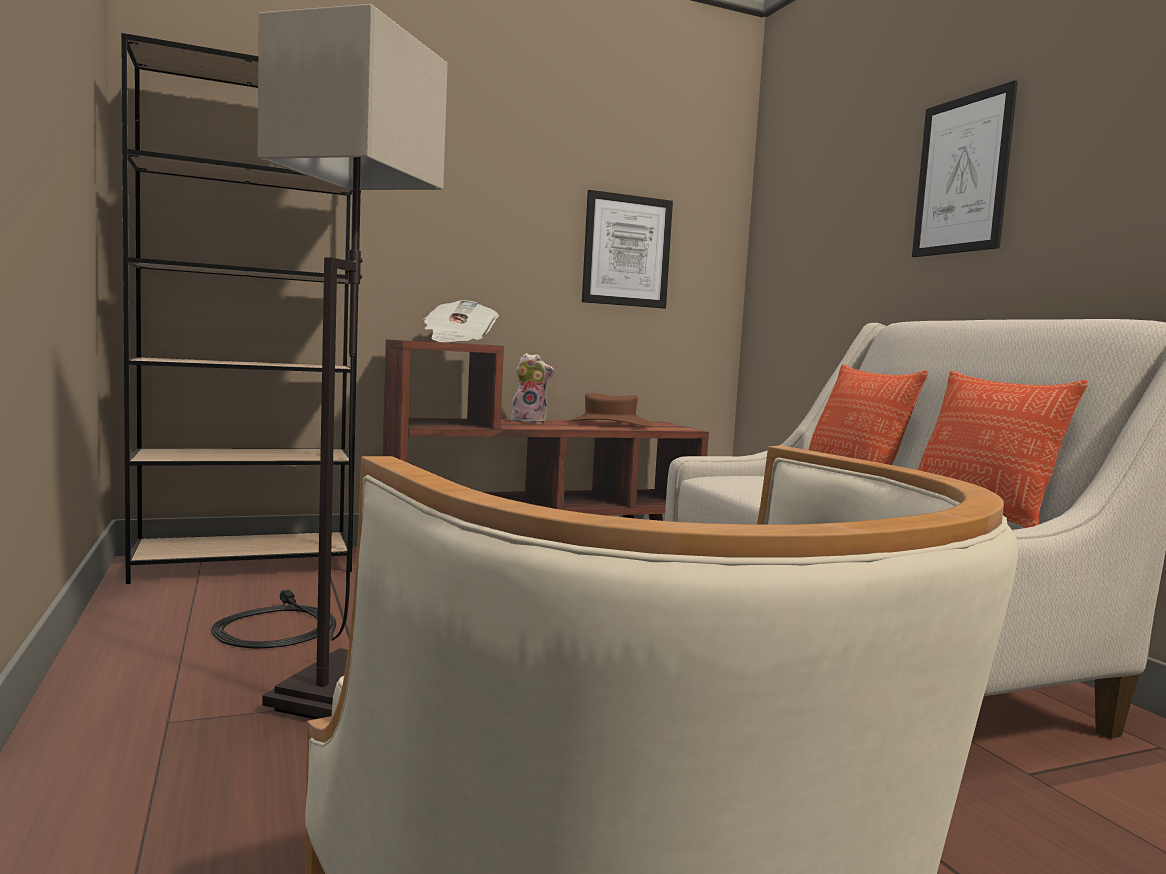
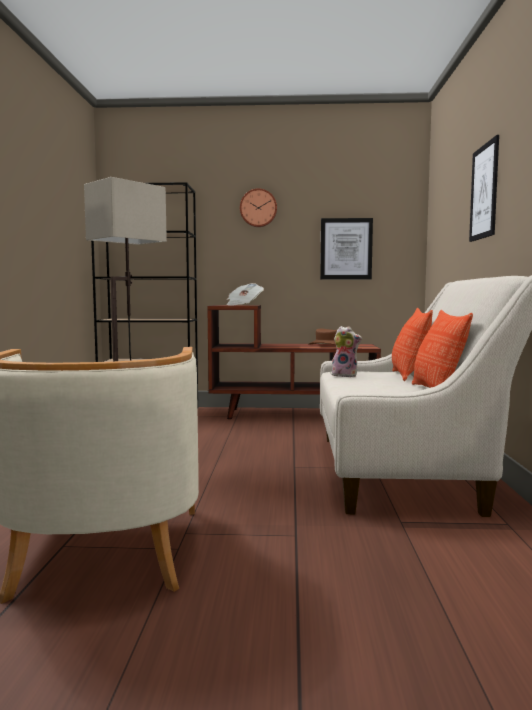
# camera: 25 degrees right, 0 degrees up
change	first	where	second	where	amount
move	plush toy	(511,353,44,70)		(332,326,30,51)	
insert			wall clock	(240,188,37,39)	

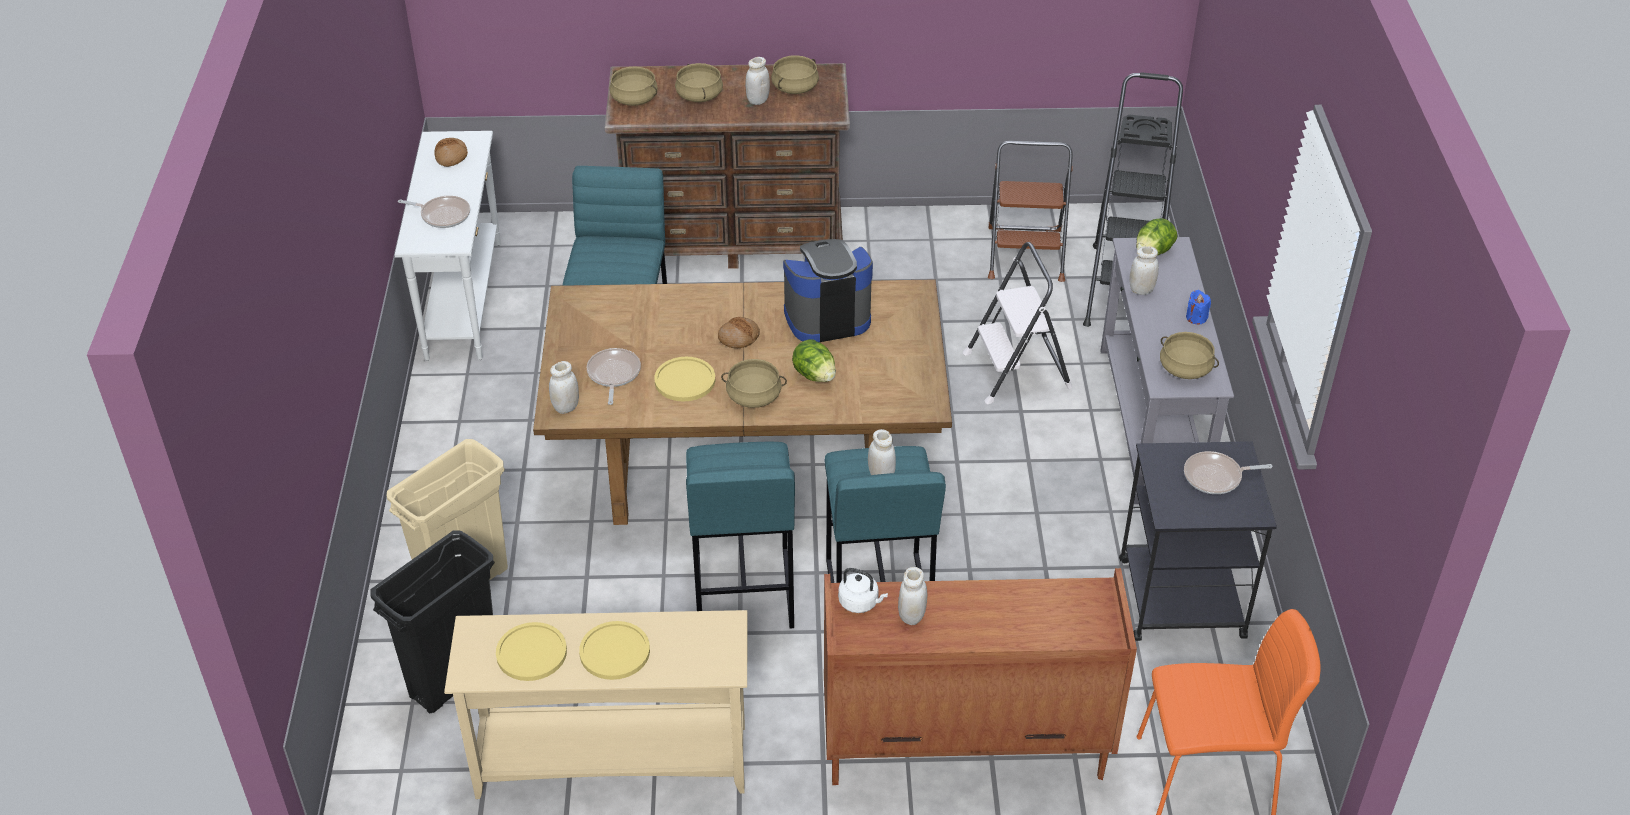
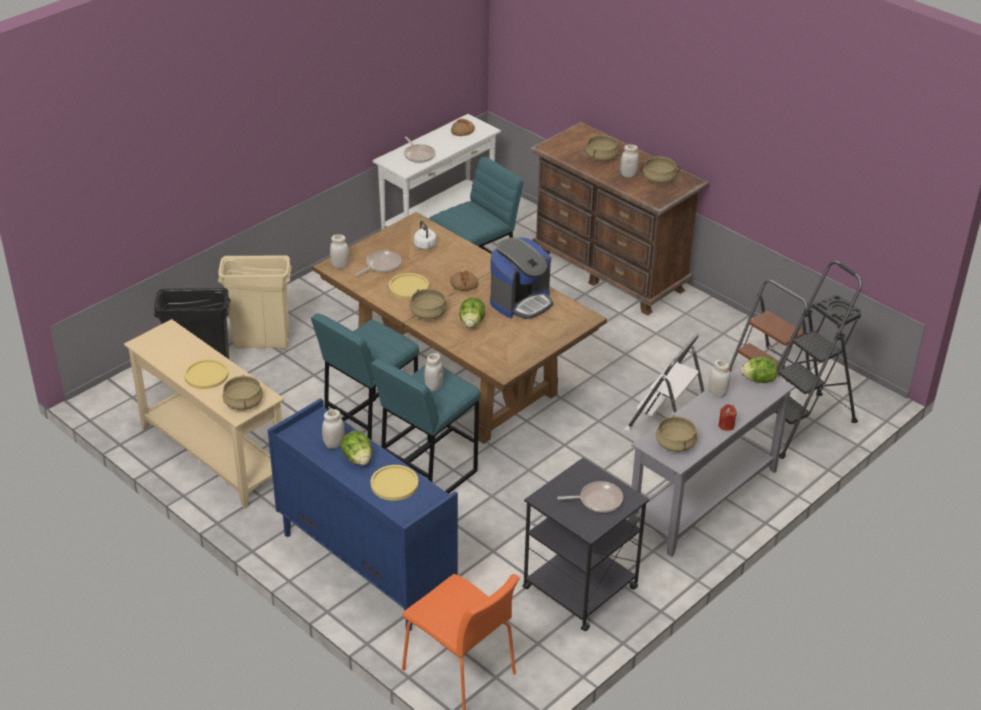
# camera: 45 degrees right, 5 degrees down
change	first	where	second	where	amount
move	beige cooking pot	(610,66,48,40)		(222,375,41,35)	
rotate	coffee machine	(783,239,90,103)		(490,237,63,82)	105 degrees clockwise
recolor	blue candle	(1186,290,25,35)	red candle	(719,404,18,27)	
rotate	frying pan	(1184,451,88,43)		(557,481,66,32)	135 degrees clockwise
recolor	brown cabinet	(824,568,313,217)	blue cabinet	(268,398,190,233)	
move	white kettle	(838,568,50,45)		(414,220,22,29)	
move	yellow plate	(496,622,71,59)		(371,465,48,36)	
insert			lettuce	(341,431,31,34)	

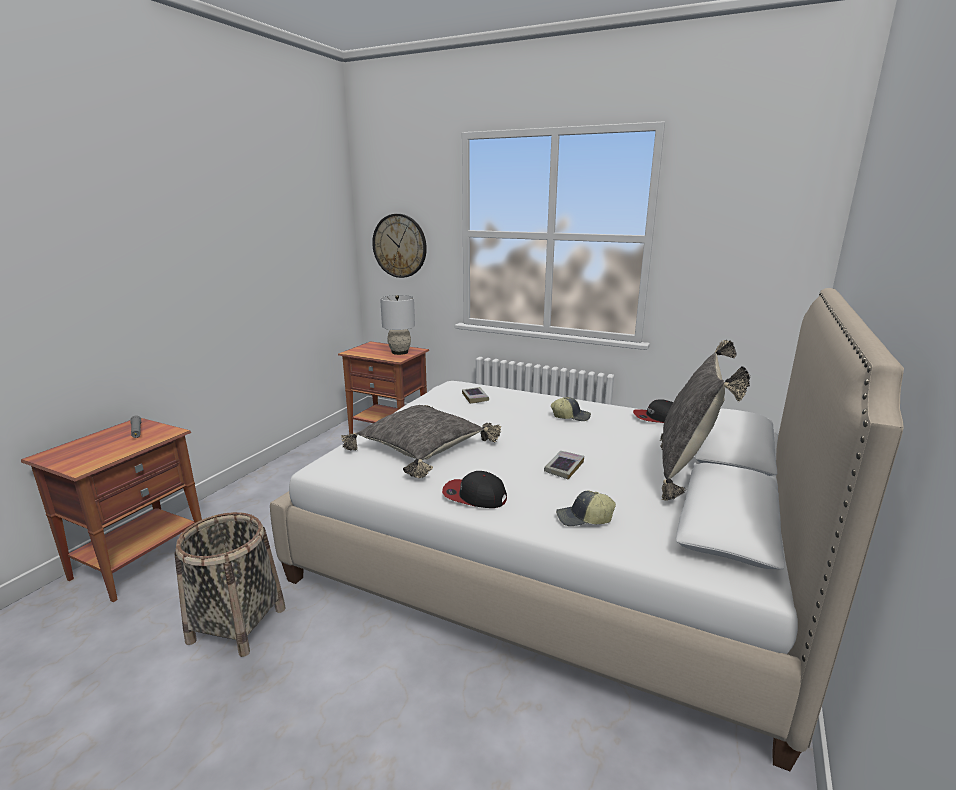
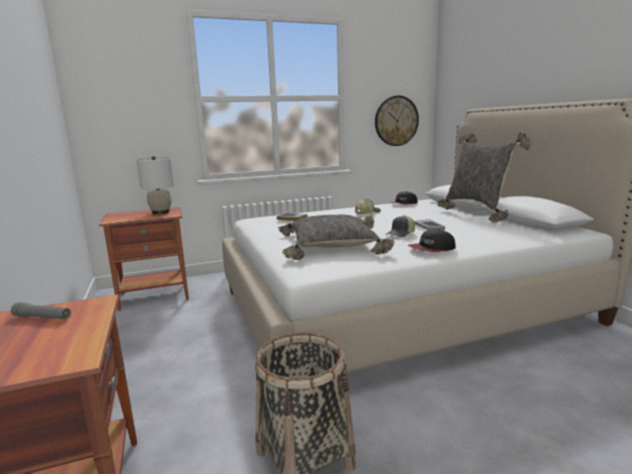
# camera: 45 degrees left, 5 degrees down
change	first	where	second	where	amount
move	wall clock	(372,214,55,64)		(375,95,44,51)	
move	cap	(556,490,60,36)		(385,215,30,22)	

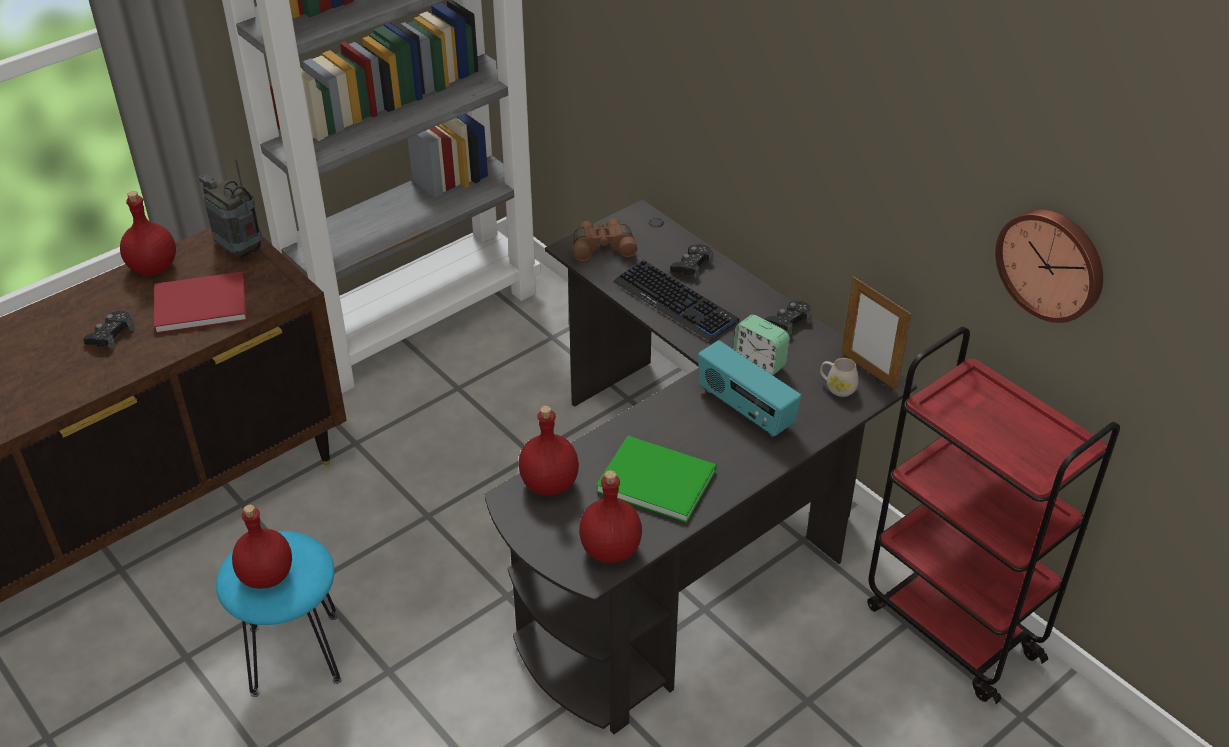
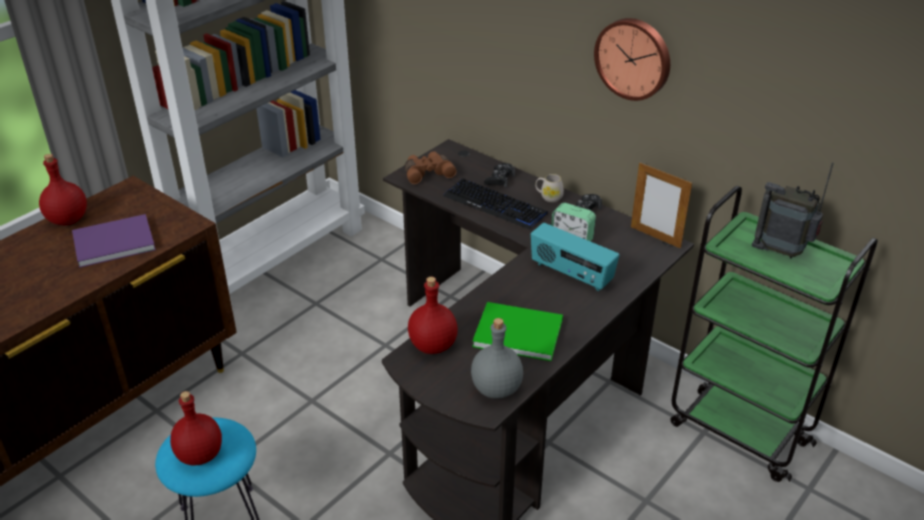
# camera: 10 degrees left, 5 degrees down
change	first	where	second	where	amount
move	radio	(199,160,63,98)		(752,162,81,96)	
move	wall clock	(995,209,108,114)		(594,18,76,83)	
recolor	red book	(154,272,93,62)	purple book	(72,214,84,54)	
delete	black game controller	(83,310,52,40)			
recolor	red cart	(867,327,253,377)	green cart	(670,186,208,296)	
move	white mug	(820,358,39,39)		(535,174,29,28)	
recolor	red bottle	(579,470,63,93)	grey bottle	(471,318,52,81)	

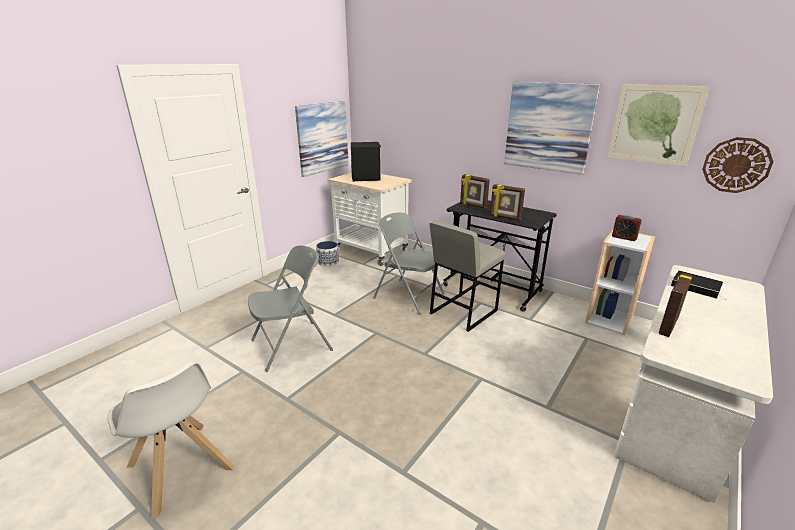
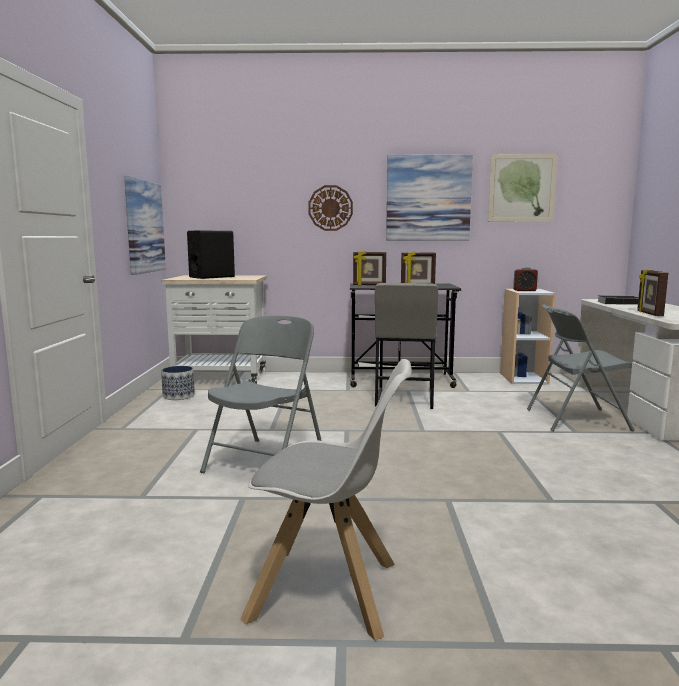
# camera: 35 degrees left, 15 degrees down
change	first	where	second	where	amount
move	wall clock	(702,137,71,56)		(308,185,45,46)	
move	grey chair	(373,213,72,102)		(527,304,107,128)	

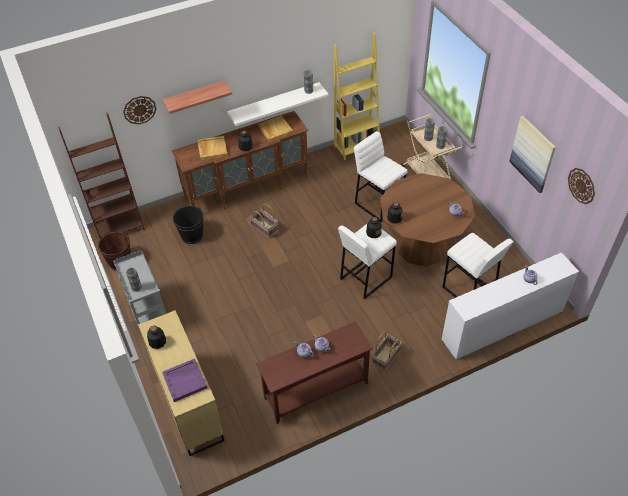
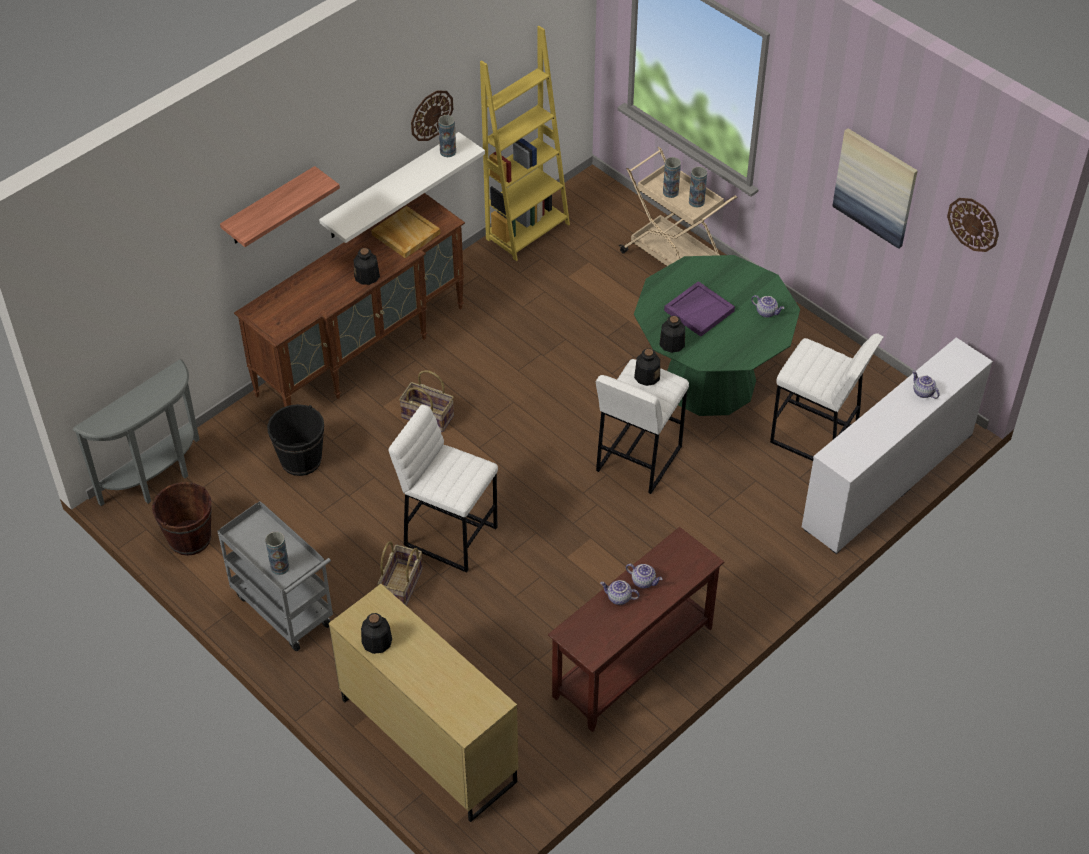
# camera: 20 degrees left, 0 degrees up
change	first	where	second	where	amount
move	wall clock	(123,96,33,28)		(411,91,42,50)	
replace	brown bookcase	(58,113,87,126)	grey console table	(73,359,127,147)	
move	white stool	(354,131,53,91)		(389,404,109,169)	
delete	beige tray	(197,136,31,24)			
recolor	brown dining table	(380,173,95,93)	green dining table	(634,255,166,161)	
move	basket	(372,332,30,40)		(377,541,46,65)	
move	purple tray	(162,359,45,43)		(664,281,71,56)	

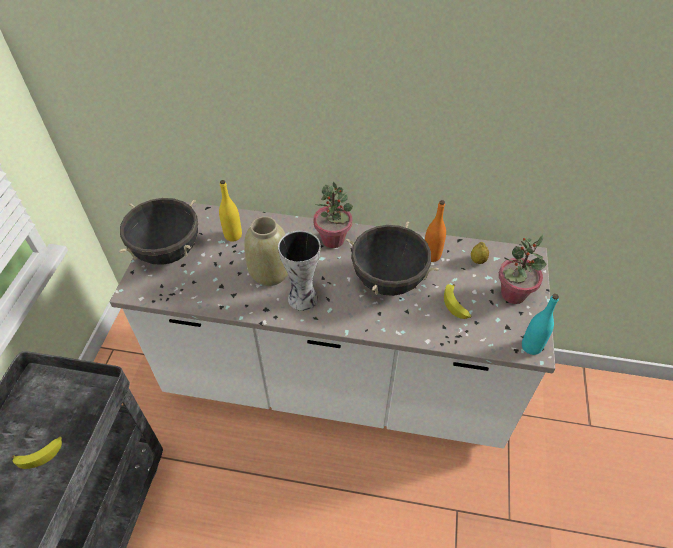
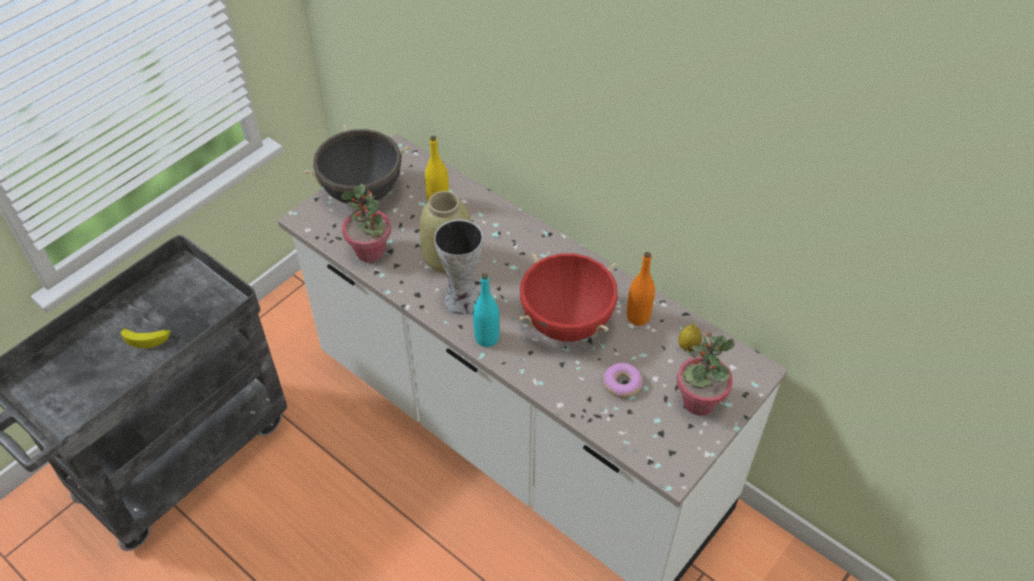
# camera: 30 degrees right, 0 degrees up
change	first	where	second	where	amount
move	potted plant	(314,182,39,66)		(341,184,50,79)	
recolor	black cooking pot	(346,222,93,74)	red cooking pot	(519,253,99,88)	
replace	banana	(444,284,27,35)	donut	(603,363,39,35)	
move	turquoise bottle	(522,294,37,61)		(473,273,26,74)	

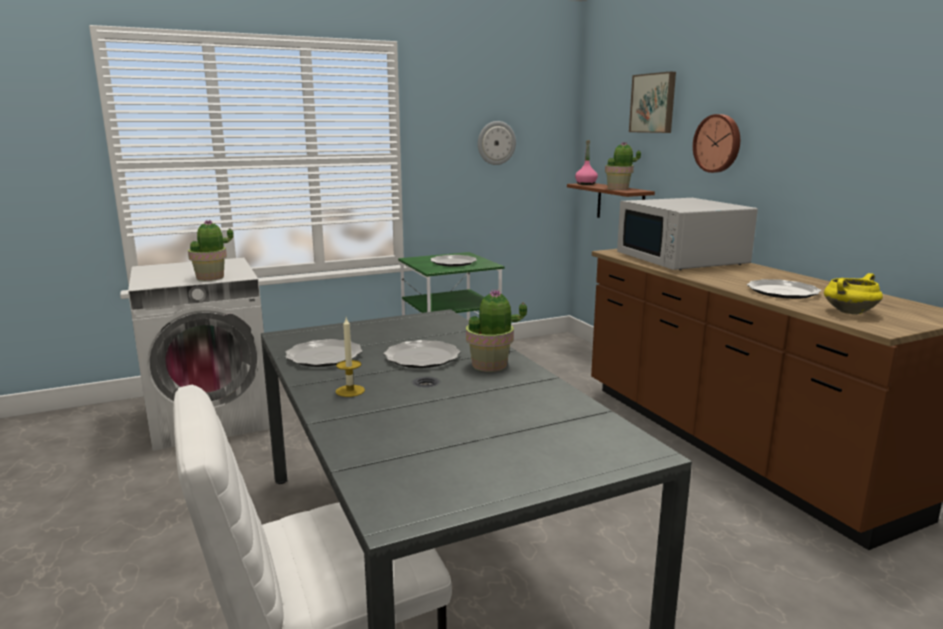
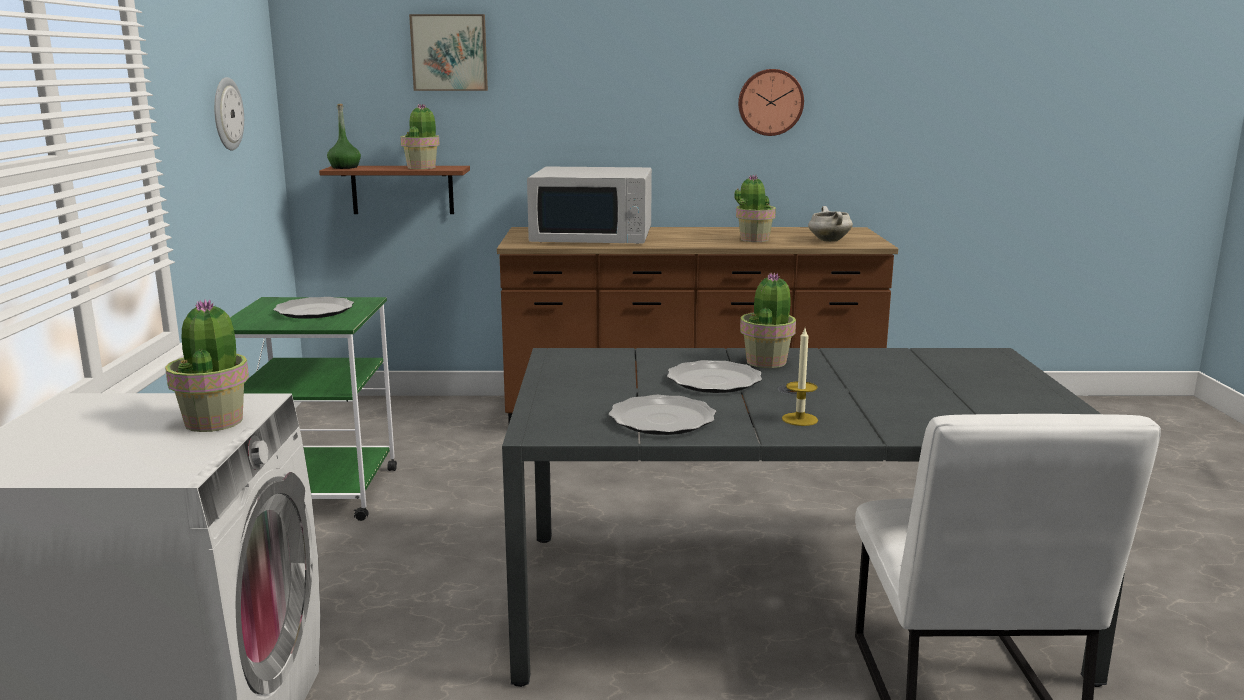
# camera: 65 degrees left, 0 degrees up
change	first	where	second	where	amount
move	wall clock	(693,114,47,59)		(738,69,66,67)	
recolor	pink bottle	(575,140,23,45)	green bottle	(327,104,34,65)	
recolor	yellow cooking pot	(824,273,59,42)	white cooking pot	(808,206,45,36)	
replace	plate	(746,279,75,20)	potted plant	(734,175,42,67)	

